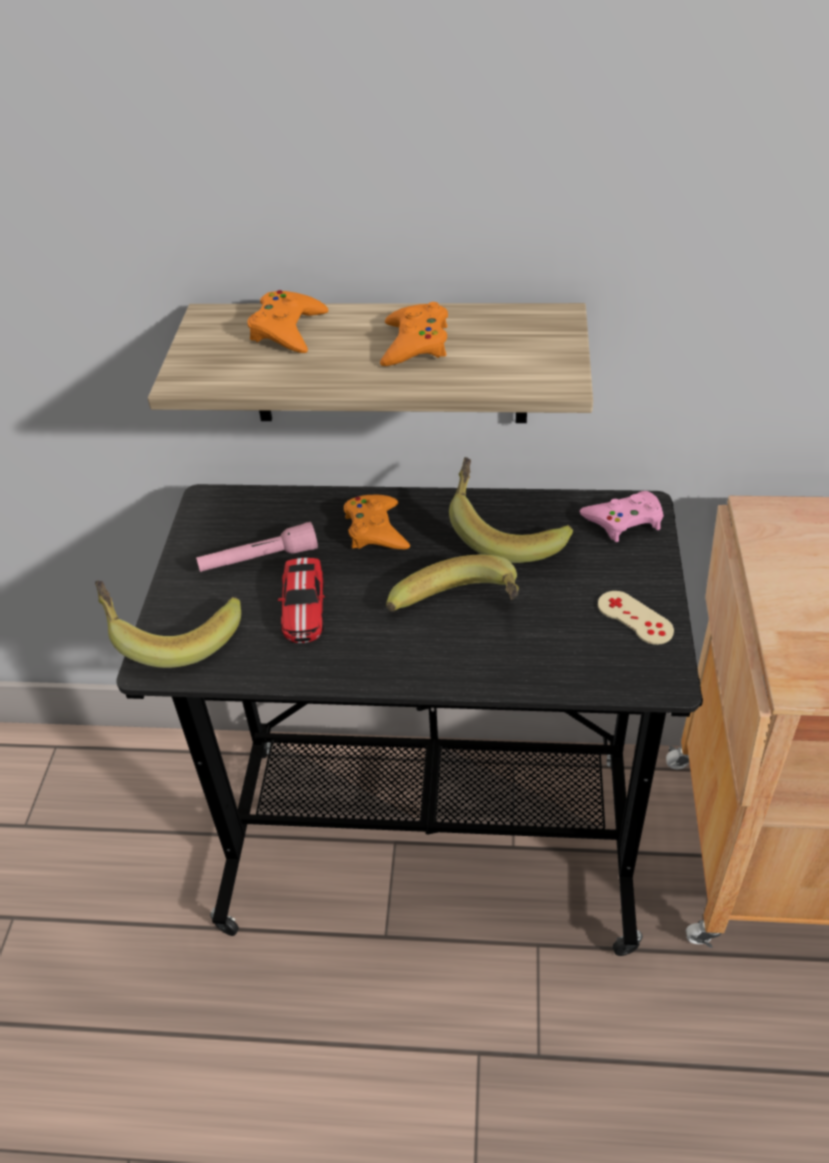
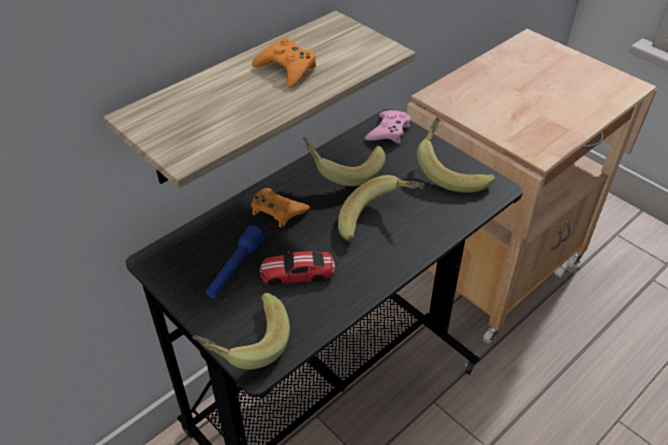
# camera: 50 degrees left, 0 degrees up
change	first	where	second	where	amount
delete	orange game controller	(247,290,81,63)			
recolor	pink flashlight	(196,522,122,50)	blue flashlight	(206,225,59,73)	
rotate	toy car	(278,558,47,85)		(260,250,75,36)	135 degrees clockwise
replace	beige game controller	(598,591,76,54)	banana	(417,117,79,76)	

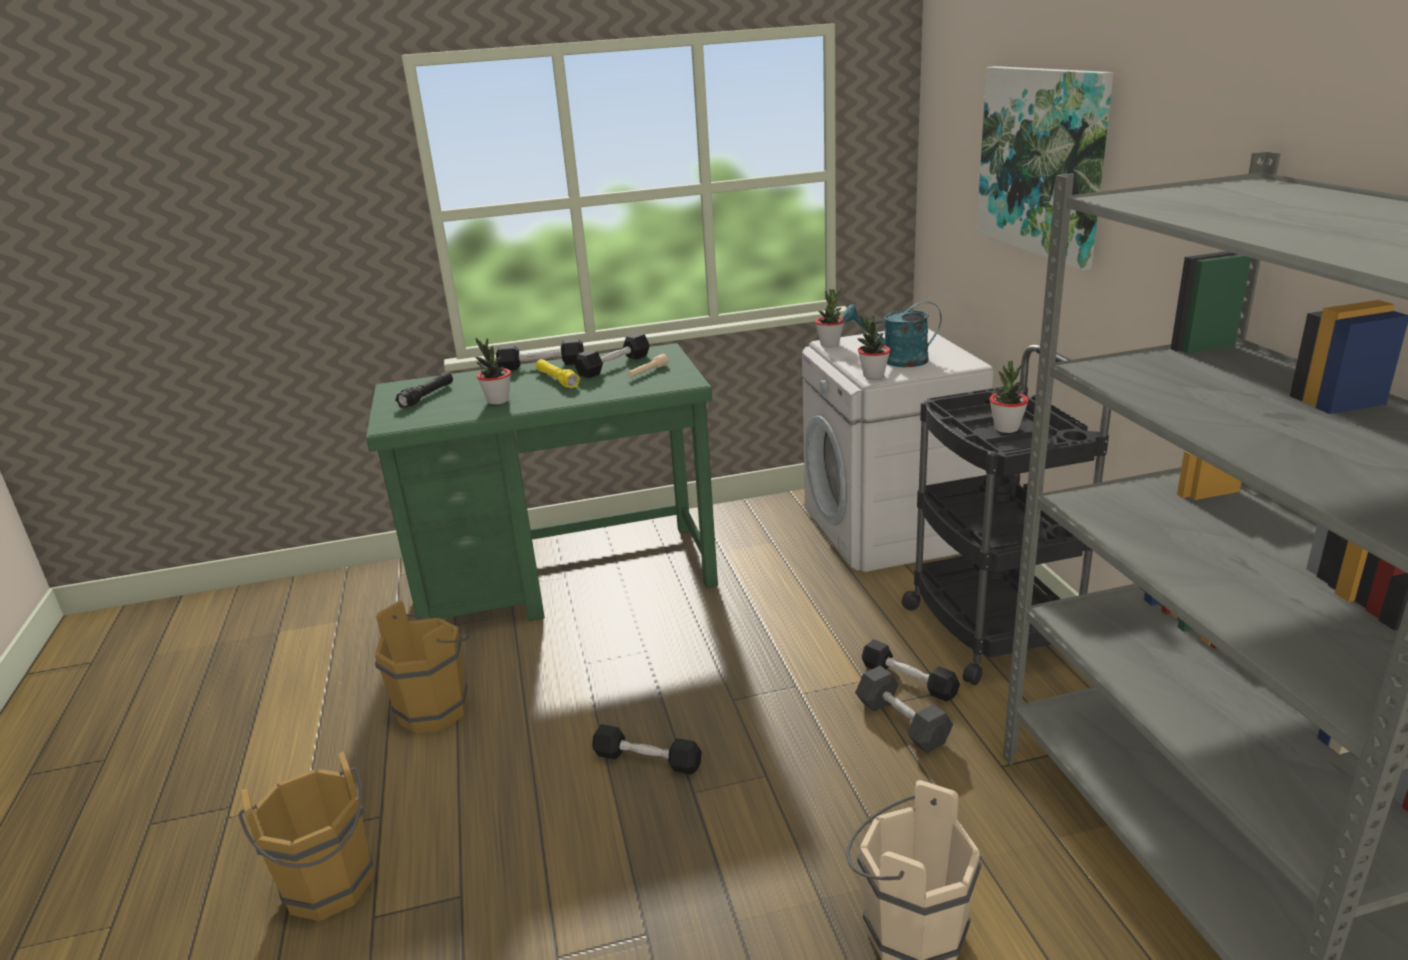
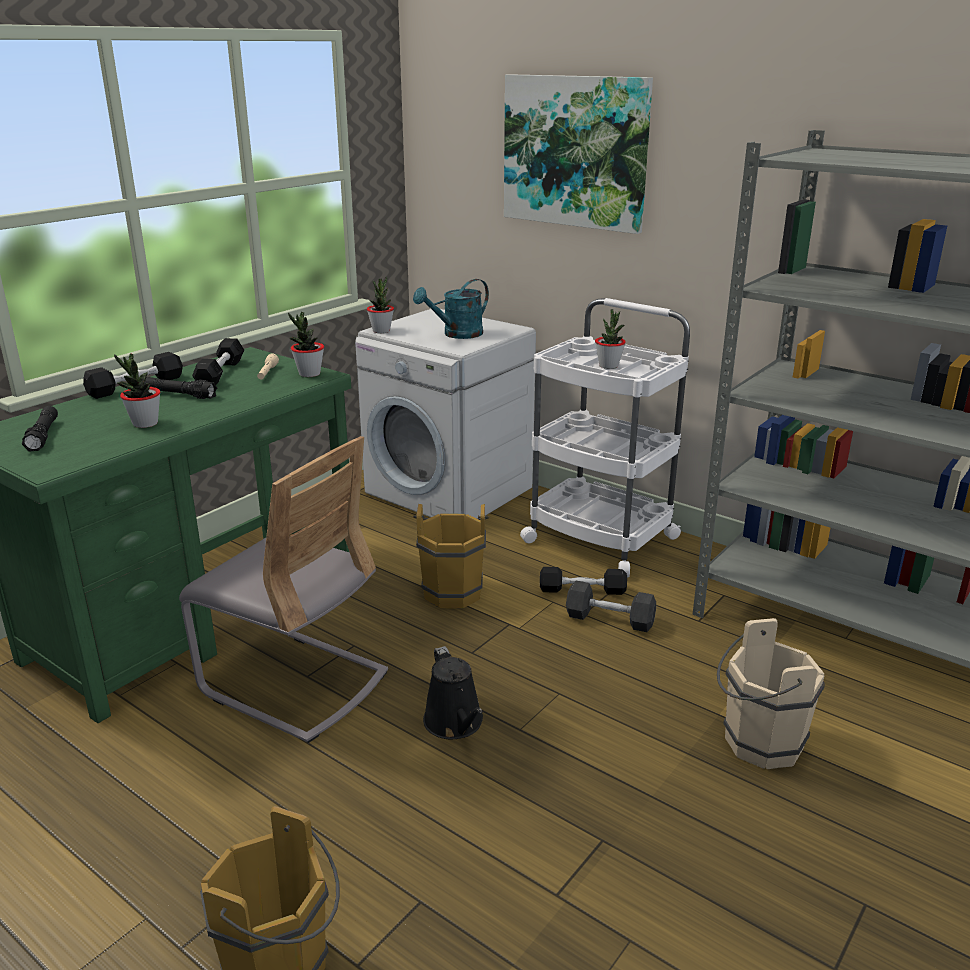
# camera: 40 degrees left, 0 degrees up
change	first	where	second	where	amount
move	potted plant	(857,315,34,64)		(288,312,36,65)	
recolor	black cart	(902,345,209,340)	white cart	(520,298,170,279)	
recolor	yellow flashlight	(536,359,44,29)	black flashlight	(144,377,73,22)	
move	brown bucket	(375,601,94,133)		(413,504,77,105)	
replace	black dumbbell	(592,724,110,50)	black watering can	(423,646,60,93)	
insert			grey chair	(179,436,209,307)	

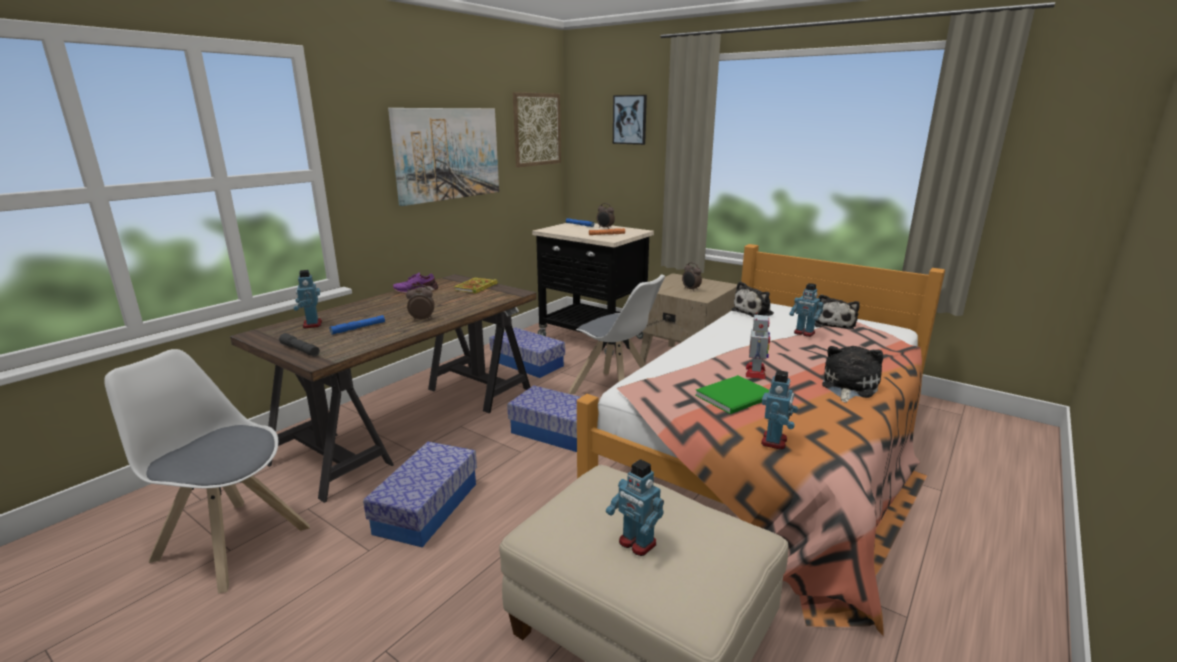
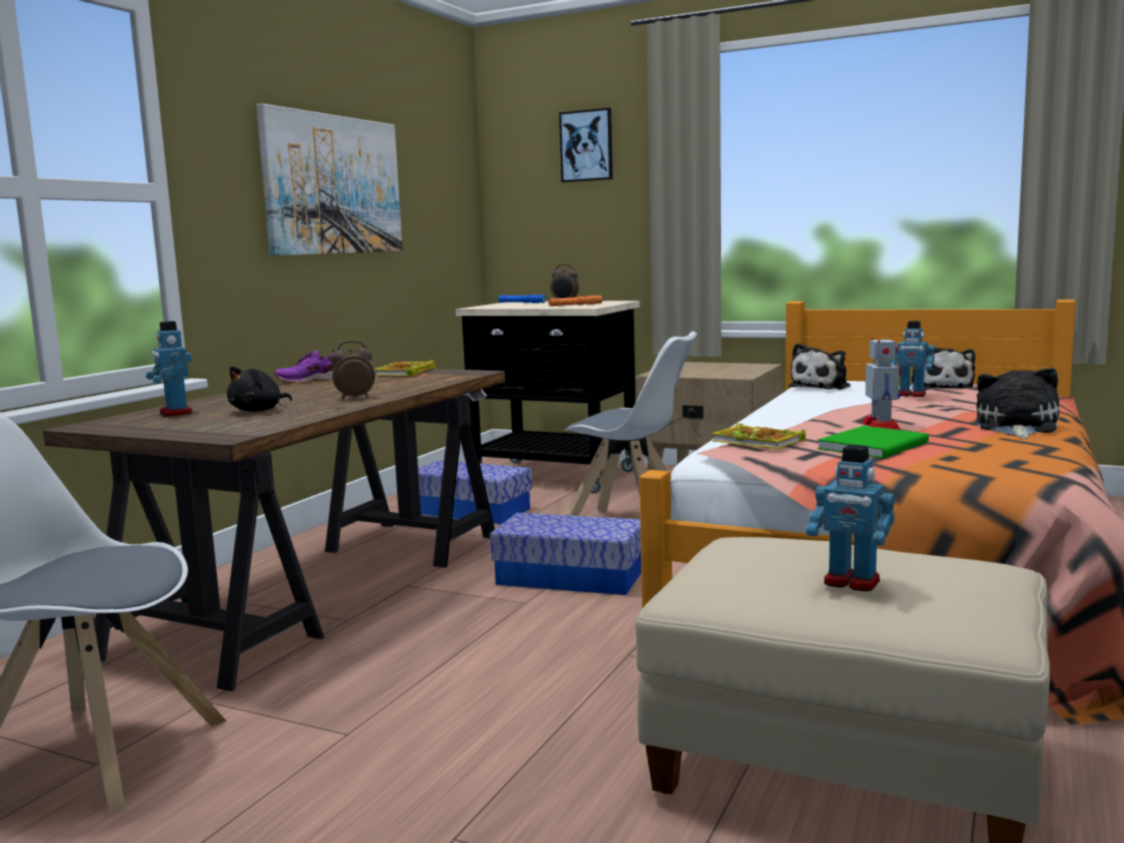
# camera: 10 degrees left, 10 degrees down
change	first	where	second	where	amount
delete	picture	(513,91,48,77)			
delete	alarm clock	(682,262,20,29)			
replace	blue flashlight	(330,315,55,20)	black plush toy	(227,366,65,46)	
delete	grey flashlight	(279,333,41,23)			
delete	toy robot	(761,370,37,80)			
delete	storage box	(363,442,114,105)			
insert			book	(712,423,94,26)	

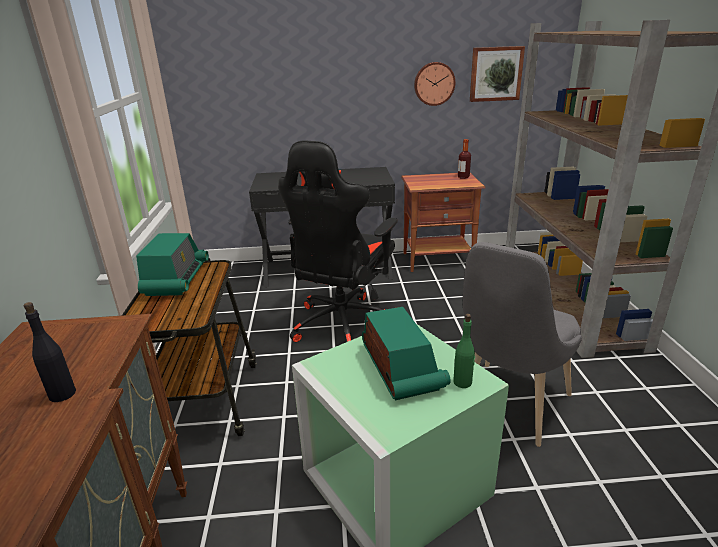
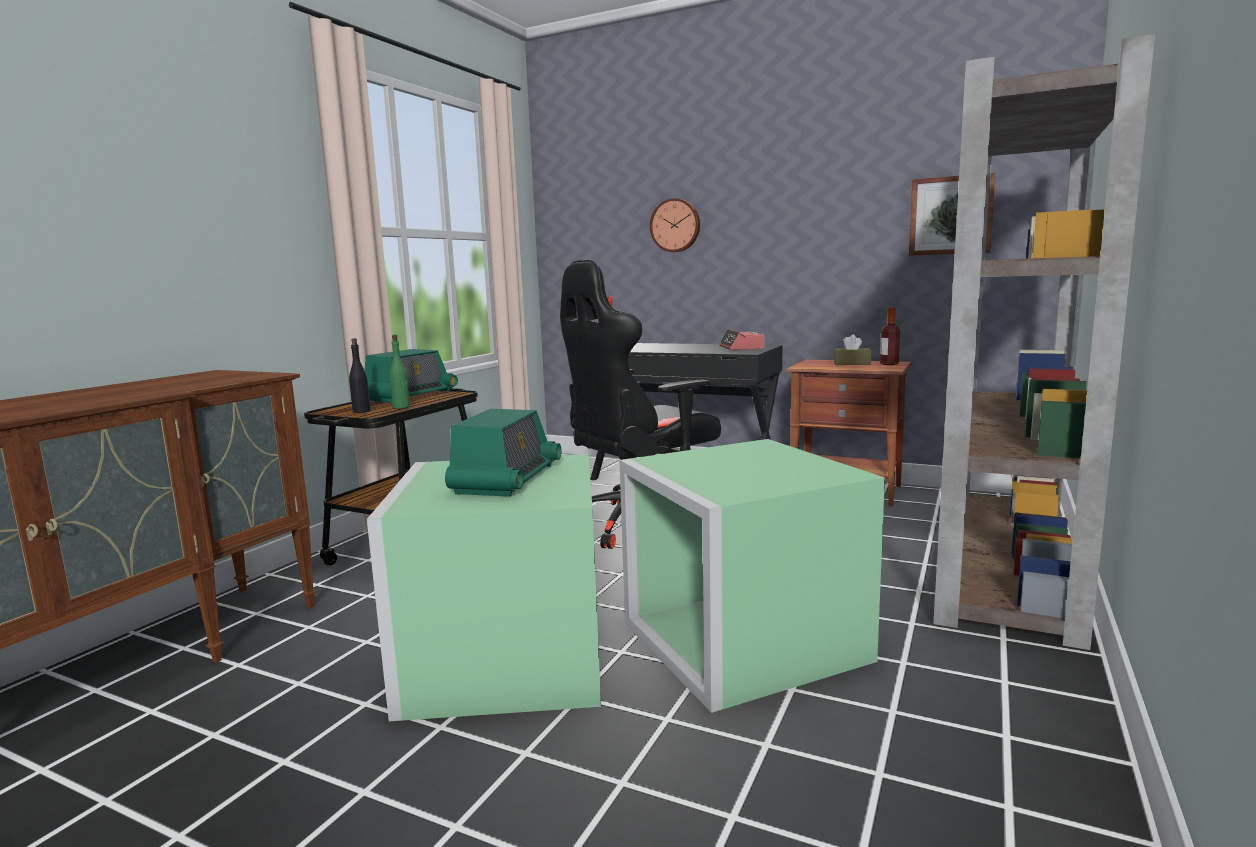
# camera: 30 degrees right, 15 degrees down
change	first	where	second	where	amount
move	wall clock	(414,62,41,44)		(650,198,50,54)	
replace	grey chair	(463,242,119,205)	green storage box	(619,439,266,274)	
move	black bottle	(24,302,52,100)		(349,338,22,75)	
move	green bottle	(453,314,22,74)		(389,335,21,73)	
insert			alarm clock	(719,329,46,21)	
insert			brown tissue box	(834,334,38,31)	

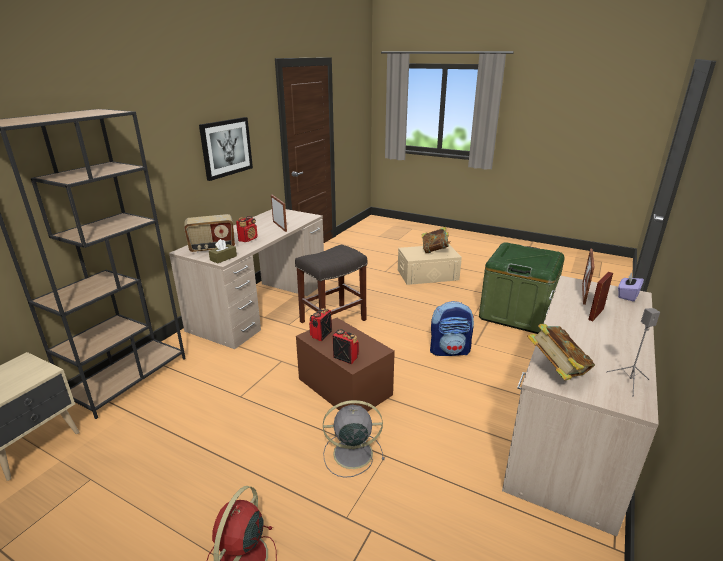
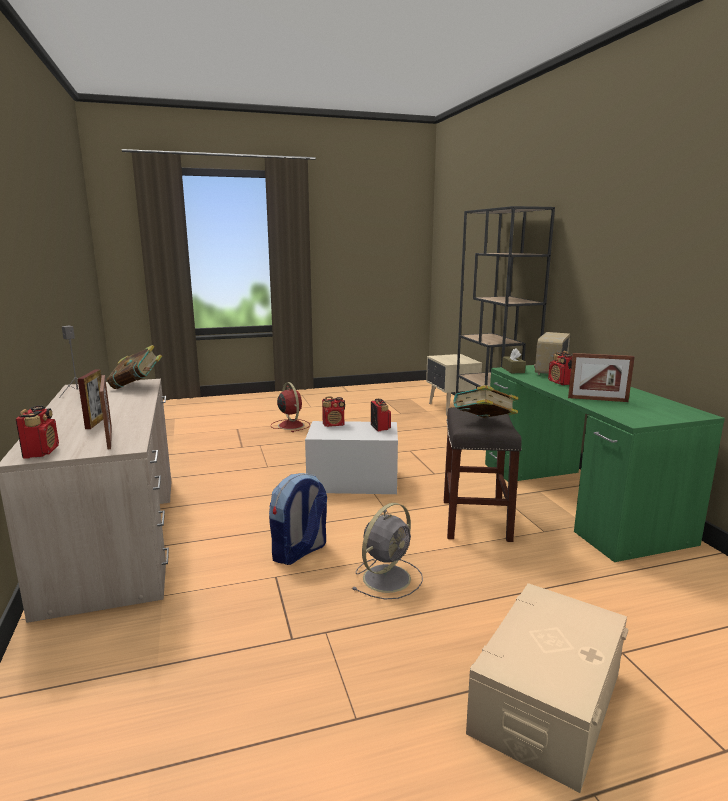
# camera: 135 degrees right, 10 degrees down
change	first	where	second	where	amount
delete	picture	(199,117,54,64)			
recolor	beige desk	(169,209,155,140)	green desk	(485,365,240,197)	
move	book	(422,227,29,26)		(453,385,65,33)	
delete	green storage box	(479,242,86,92)			
replace	purple tissue box	(618,272,26,29)	radio	(16,405,43,54)	
recolor	brown storage box	(296,318,99,94)	white storage box	(305,421,93,73)	
move	grey fan	(323,400,62,78)		(352,503,71,96)	

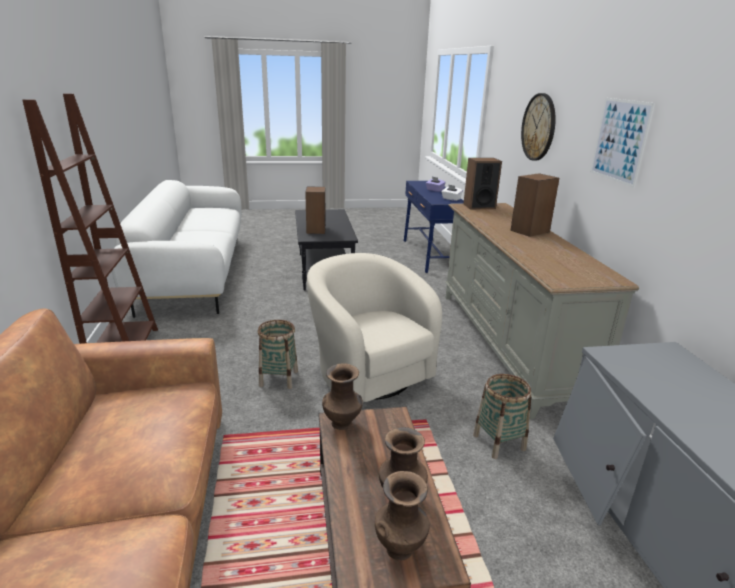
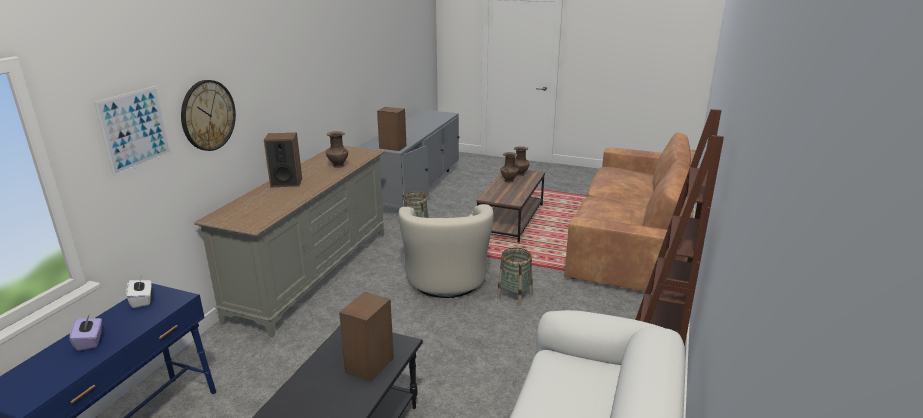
# camera: 150 degrees left, 0 degrees up
change	first	where	second	where	amount
move	picture	(590,98,65,90)		(94,86,78,91)	
move	speaker	(463,158,39,52)		(377,107,29,44)	
move	brown vase	(322,363,41,67)		(326,131,22,37)	

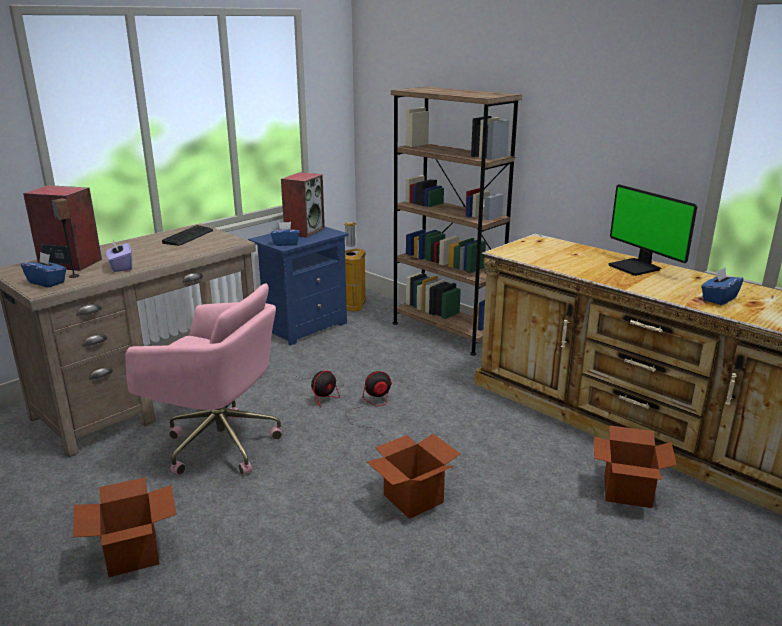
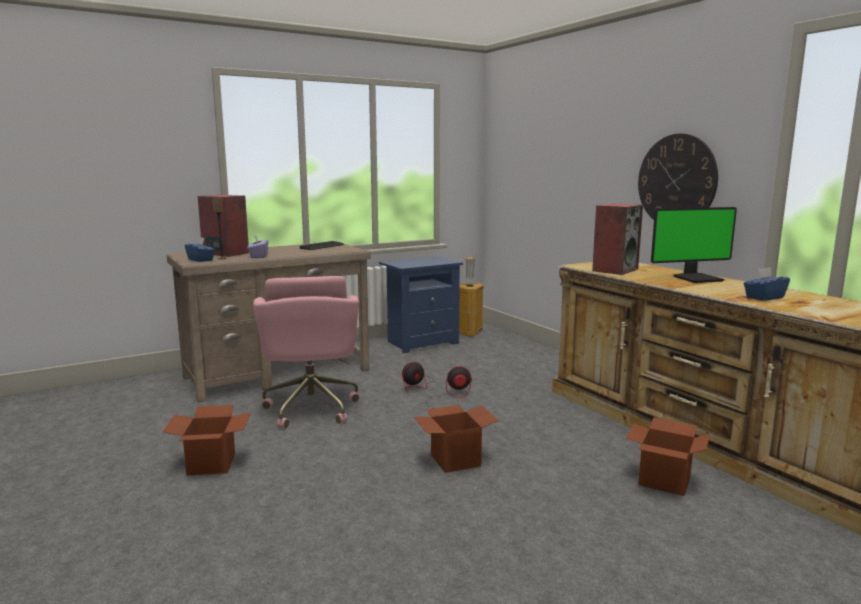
# camera: 15 degrees right, 10 degrees down
change	first	where	second	where	amount
delete	brown bookcase	(391,87,131,269)			
move	speaker	(281,172,44,66)		(592,203,51,72)	
rotate	monitor	(608,184,89,92)		(651,207,86,76)	90 degrees counterclockwise
delete	blue tissue box	(271,222,28,24)			
rotate	pink office chair	(126,283,156,192)		(253,276,107,153)	45 degrees clockwise
insert			wall clock	(638,133,80,87)	

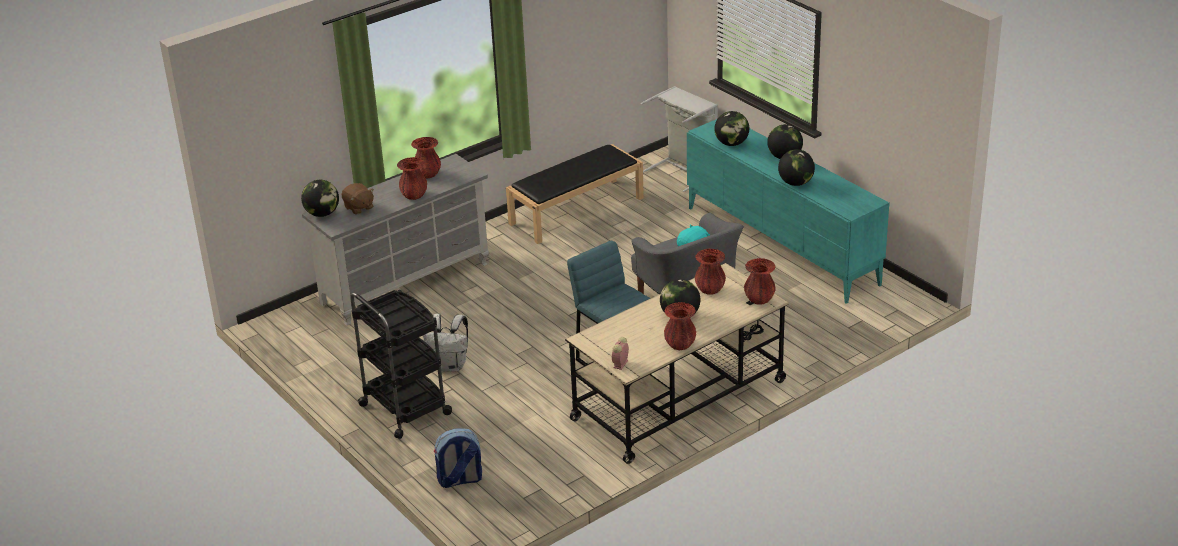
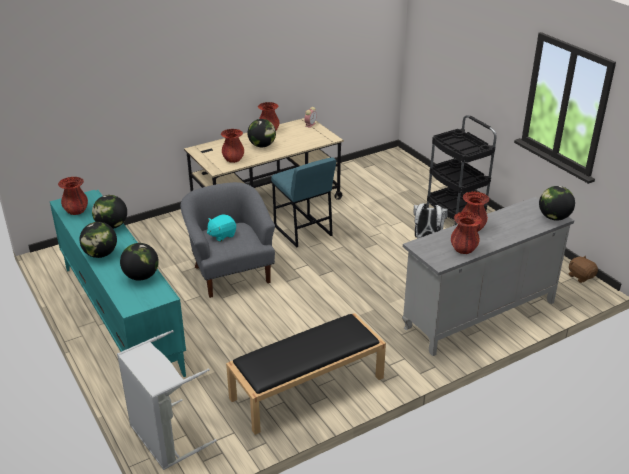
# camera: 175 degrees left, 0 degrees up
change	first	where	second	where	amount
move	brown plush toy	(341,183,33,32)		(569,256,29,27)	
move	red vase	(744,258,32,47)		(58,177,30,38)	
delete	backpack	(434,428,48,60)			

